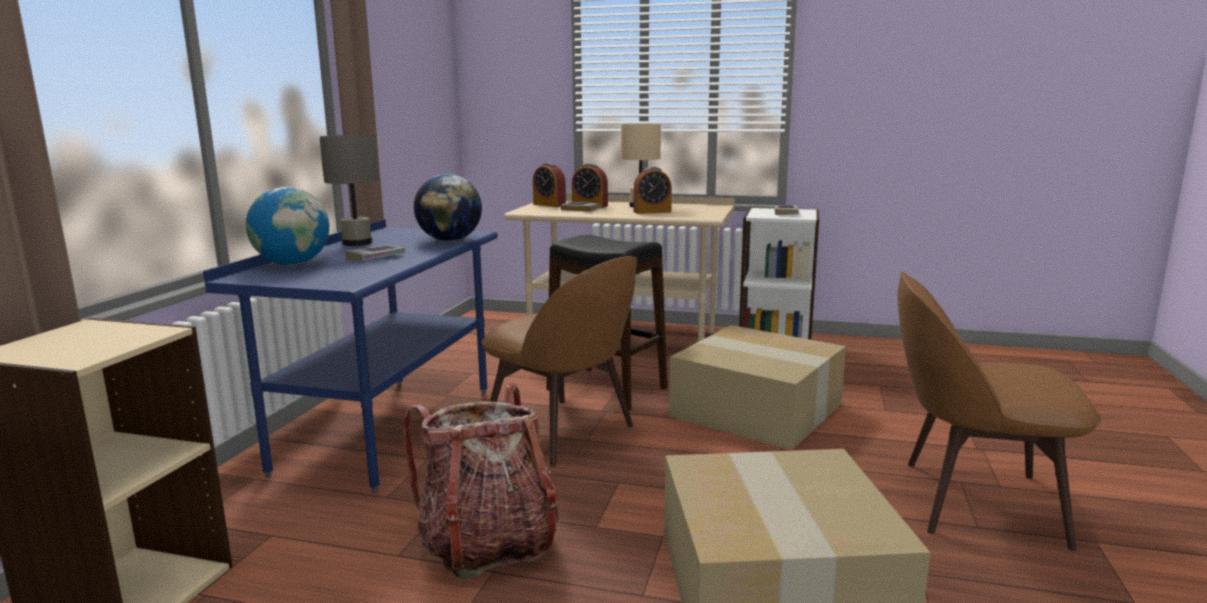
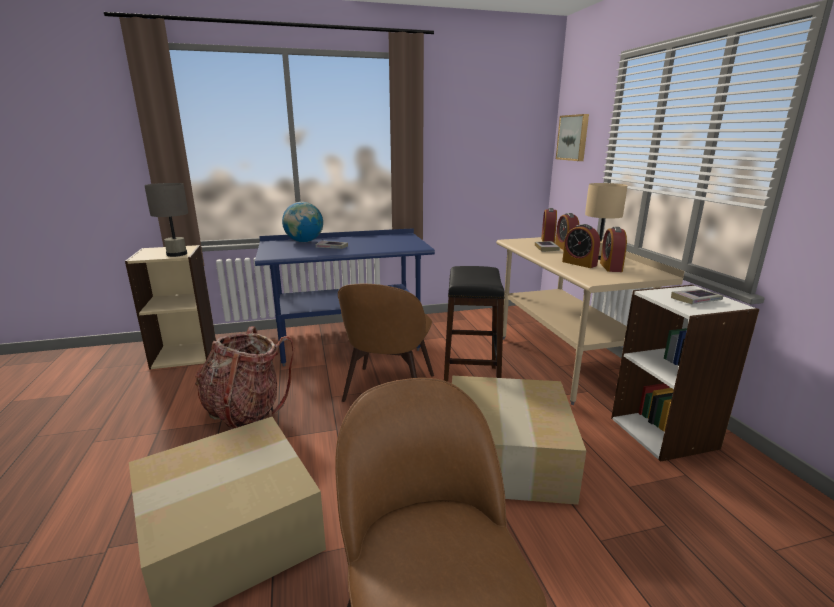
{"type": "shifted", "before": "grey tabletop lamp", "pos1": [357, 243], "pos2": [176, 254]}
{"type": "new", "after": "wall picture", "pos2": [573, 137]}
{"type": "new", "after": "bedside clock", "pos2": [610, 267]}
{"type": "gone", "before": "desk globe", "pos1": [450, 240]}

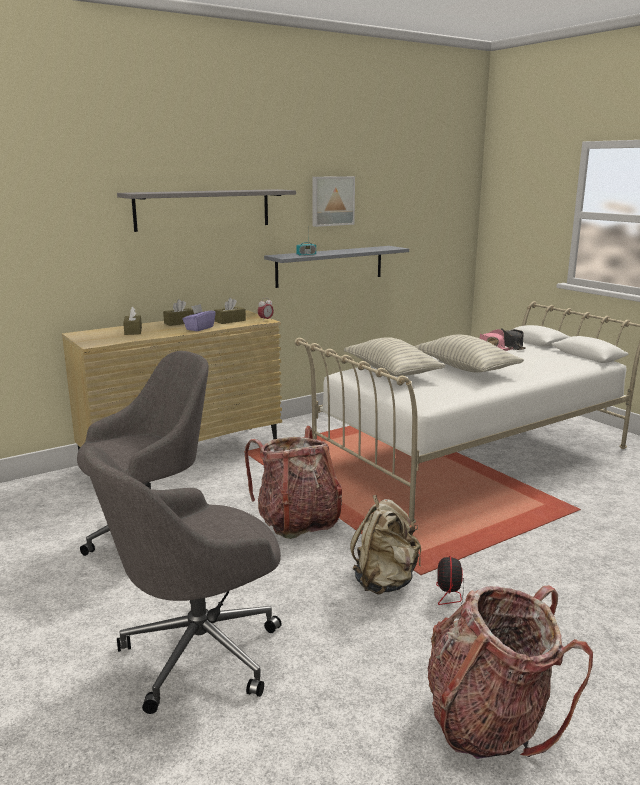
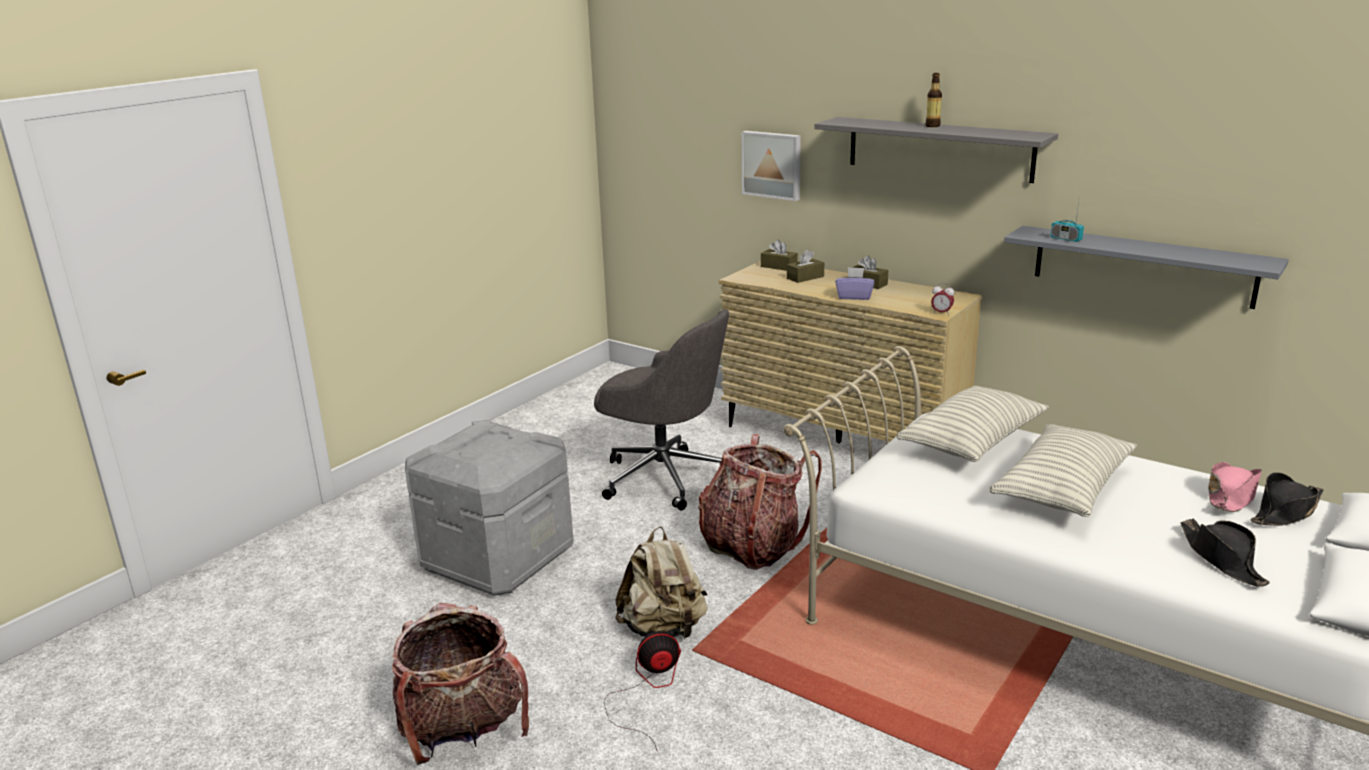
{"type": "swapped", "before": "grey computer chair", "after": "grey storage box", "pos1": [199, 656], "pos2": [498, 558]}
{"type": "shifted", "before": "wall picture", "pos1": [332, 201], "pos2": [772, 164]}
{"type": "shifted", "before": "brownish box of tissues", "pos1": [230, 321], "pos2": [779, 266]}
{"type": "new", "after": "bottle", "pos2": [932, 126]}
{"type": "new", "after": "black-coloured wearable hat", "pos2": [1222, 559]}

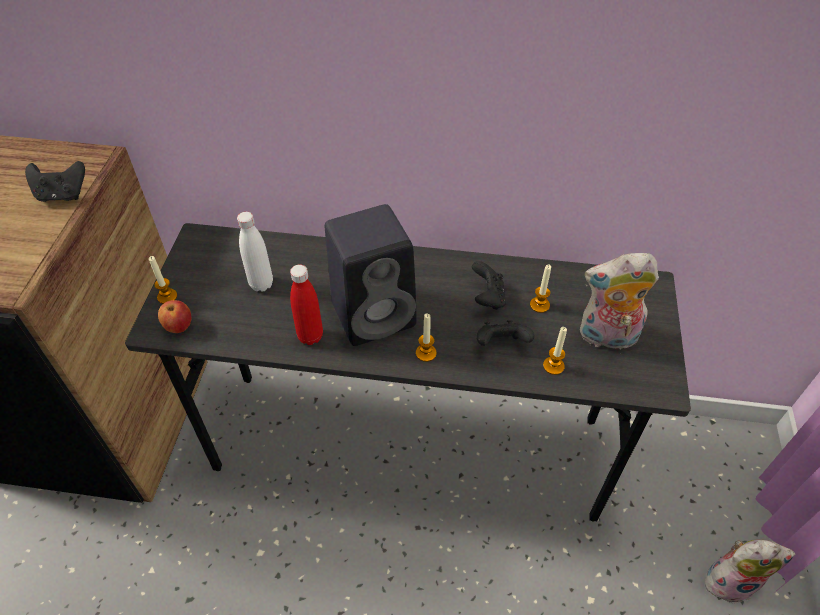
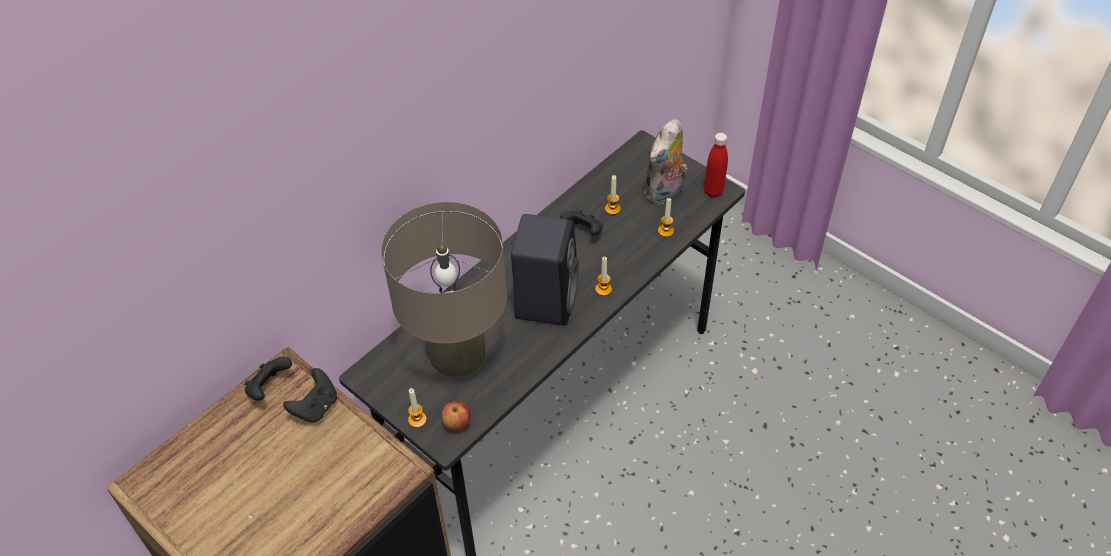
{"type": "shifted", "before": "black-coloured gamepad", "pos1": [501, 344], "pos2": [269, 388]}
{"type": "swapped", "before": "white-coloured bottle", "after": "beige tabletop lamp", "pos1": [261, 284], "pos2": [457, 353]}
{"type": "shifted", "before": "red-coloured bottle", "pos1": [310, 336], "pos2": [713, 191]}
{"type": "gone", "before": "plush toy", "pos1": [730, 580]}

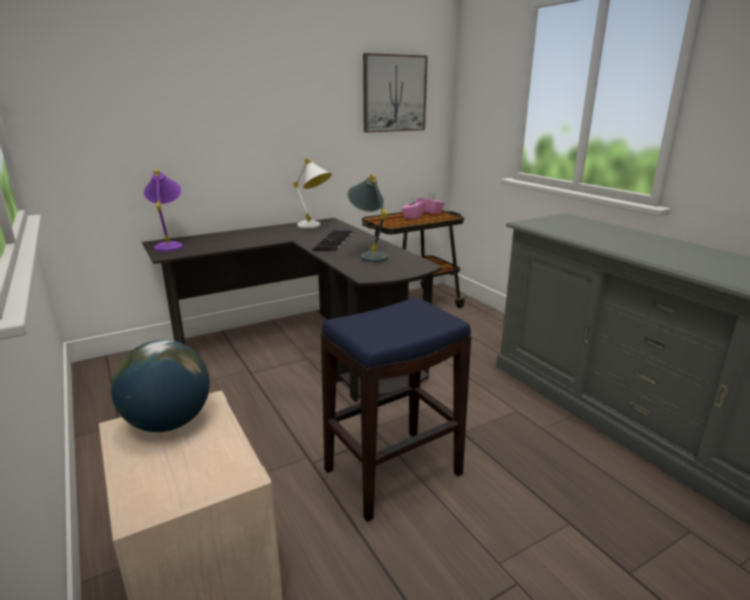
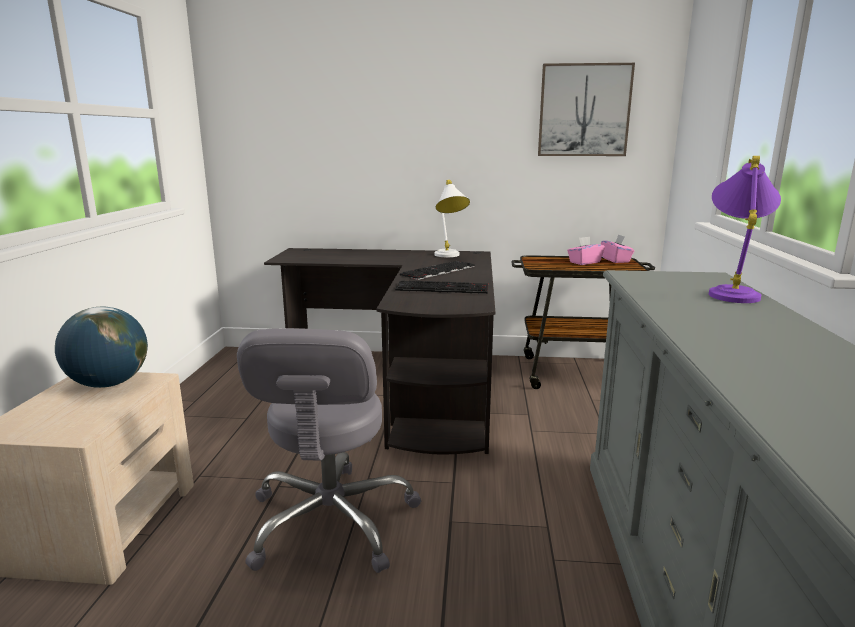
{"type": "swapped", "before": "sitting stool", "after": "grey computer chair", "pos1": [393, 473], "pos2": [330, 527]}
{"type": "swapped", "before": "grey tabletop lamp", "after": "PC keyboard", "pos1": [369, 255], "pos2": [443, 288]}
{"type": "shifted", "before": "purple tabletop lamp", "pos1": [170, 245], "pos2": [732, 292]}

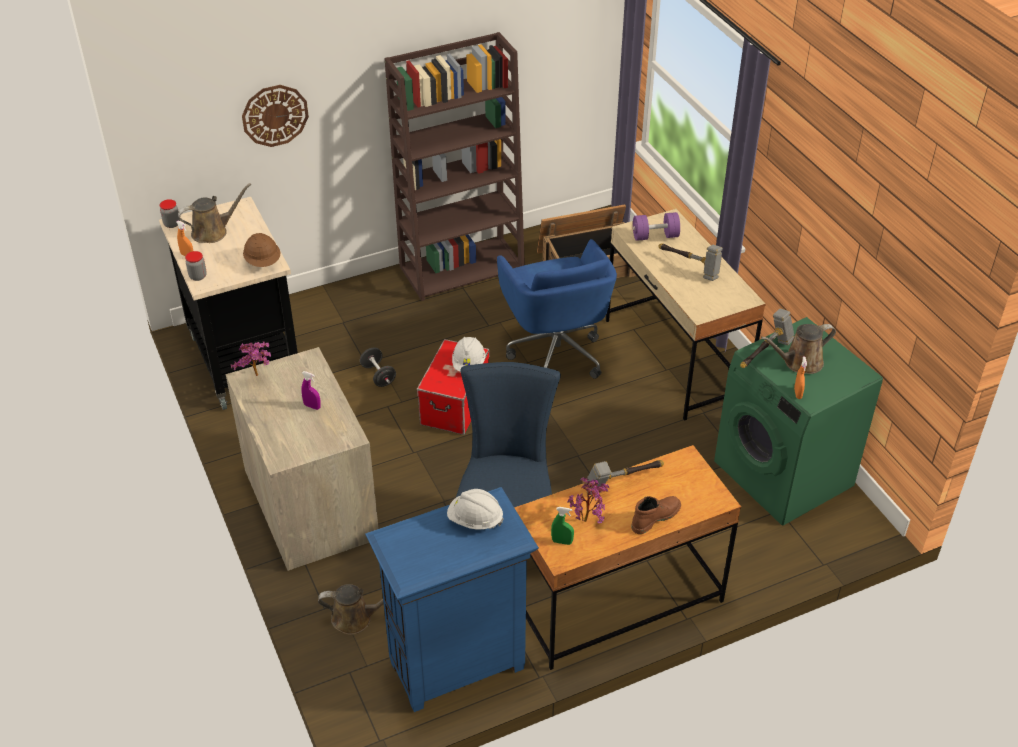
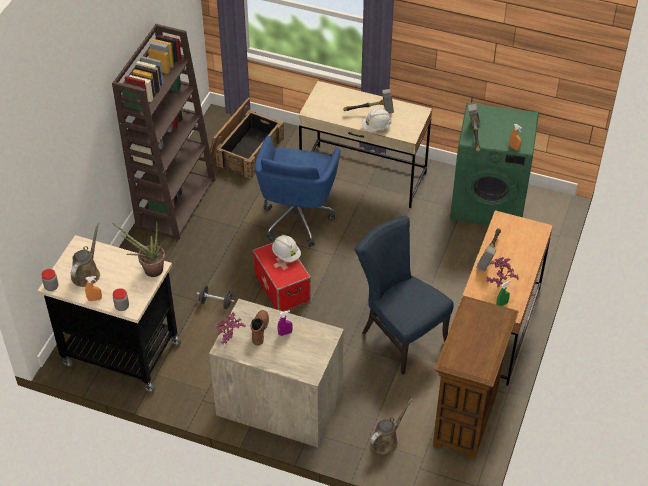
{"type": "swapped", "before": "brownish safety helmet", "after": "plant in a pot", "pos1": [263, 262], "pos2": [149, 270]}
{"type": "shifted", "before": "brownish boot", "pos1": [655, 517], "pos2": [259, 329]}
{"type": "rotated", "before": "blue-coloured computer chair", "pos1": [554, 354], "pos2": [297, 218], "turn": 75}
{"type": "shifted", "before": "white-coloured safety helmet", "pos1": [475, 520], "pos2": [376, 127]}
{"type": "repainted", "before": "blue-coloured cabinet", "after": "brownish cabinet", "pos1": [456, 668], "pos2": [465, 422]}
{"type": "gone", "before": "hanging clock", "pos1": [275, 115]}
{"type": "gone", "before": "purple hand weight", "pos1": [655, 236]}
{"type": "gone", "before": "brownish watering pot", "pos1": [799, 363]}

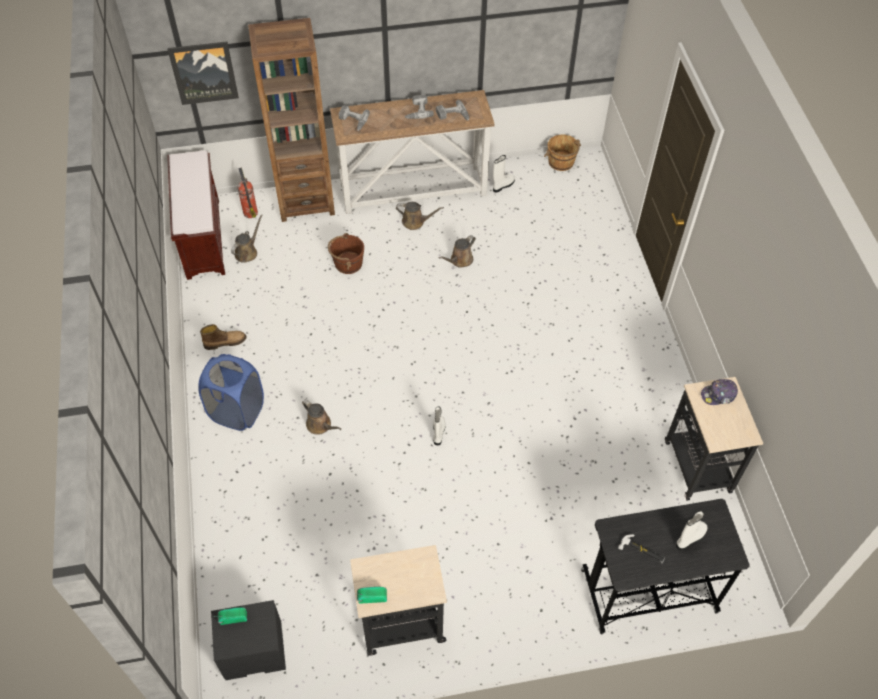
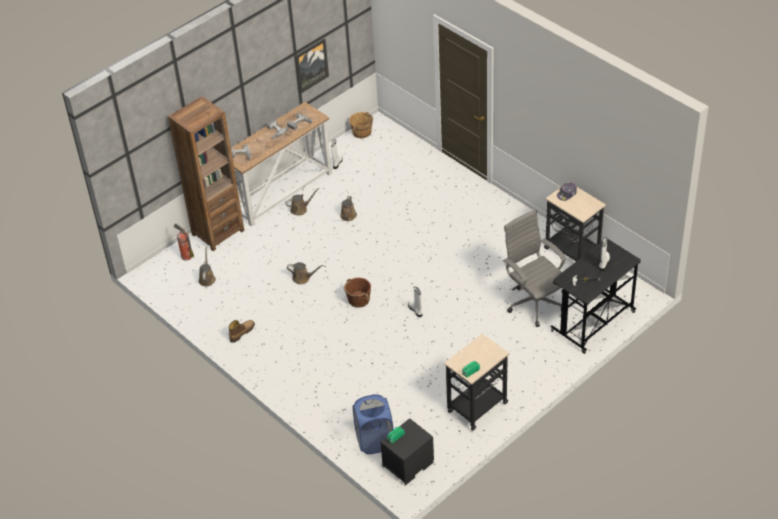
{"type": "shifted", "before": "brownish watering pot", "pos1": [320, 425], "pos2": [303, 278]}
{"type": "shifted", "before": "wall picture", "pos1": [204, 72], "pos2": [311, 65]}
{"type": "shifted", "before": "brownish bucket", "pos1": [347, 263], "pos2": [358, 300]}
{"type": "shifted", "before": "blue-coloured laundry basket", "pos1": [237, 411], "pos2": [374, 441]}
{"type": "new", "after": "grey computer chair", "pos2": [534, 303]}
{"type": "gone", "before": "brownish bench", "pos1": [202, 237]}

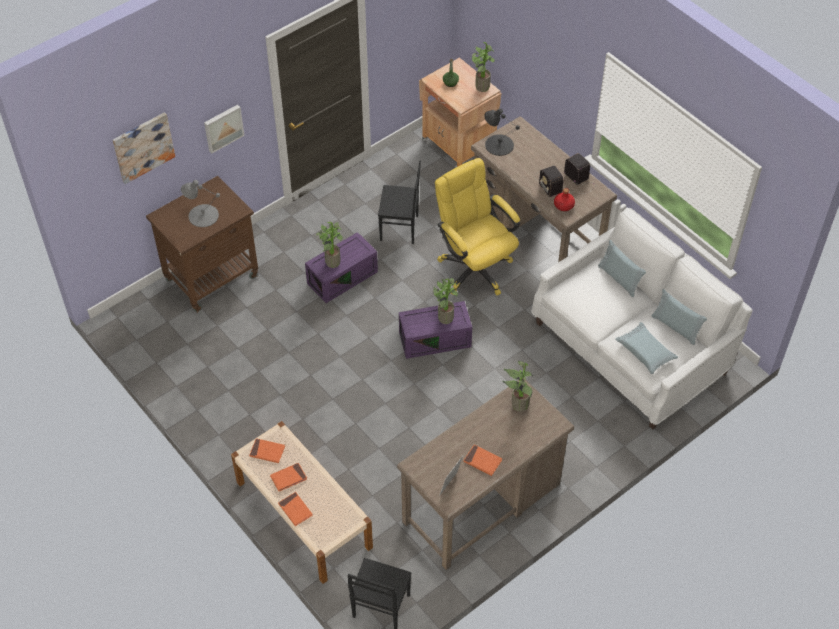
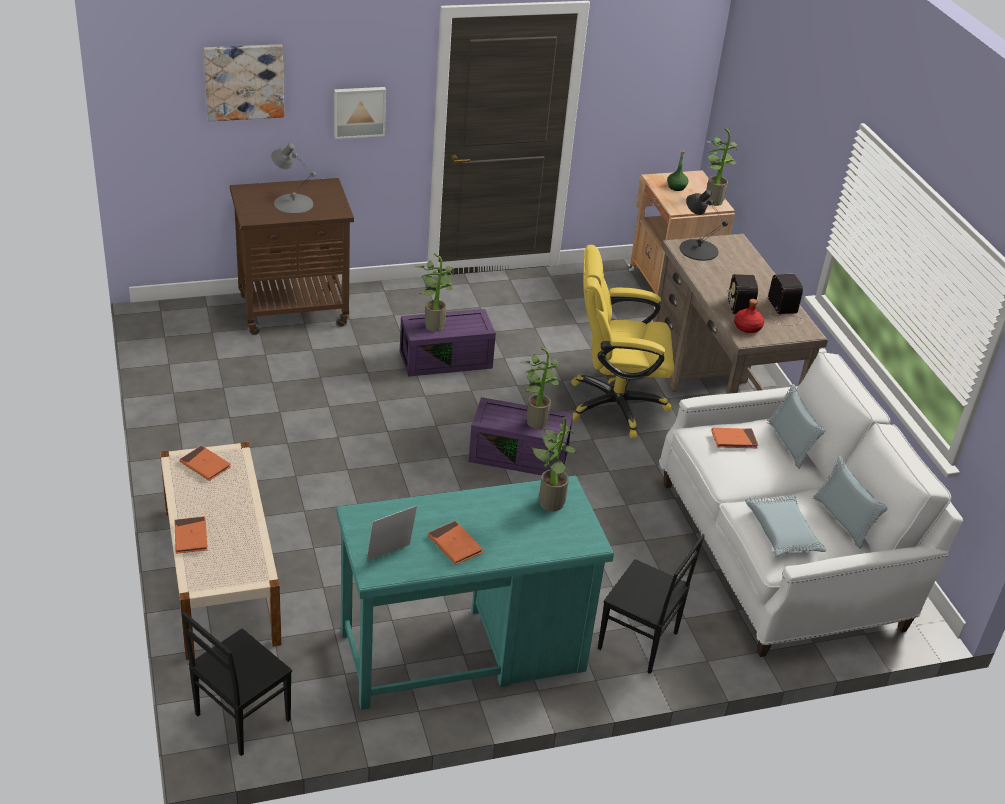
{"type": "repainted", "before": "brownish desk unit", "after": "turquoise desk unit", "pos1": [482, 504], "pos2": [462, 652]}
{"type": "rotated", "before": "yellowish computer chair", "pos1": [474, 270], "pos2": [615, 405], "turn": -75}
{"type": "shifted", "before": "black-coloured chair", "pos1": [400, 229], "pos2": [638, 642]}
{"type": "shifted", "before": "orange-coloured volume", "pos1": [288, 478], "pos2": [734, 440]}

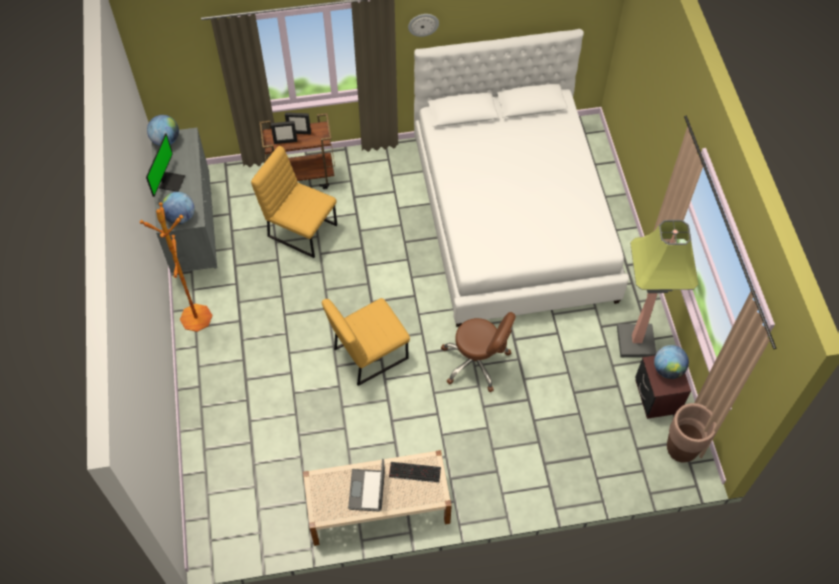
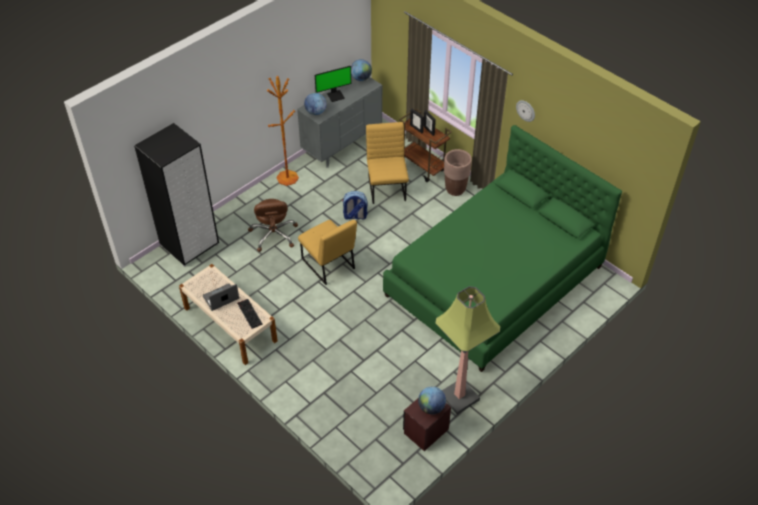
{"type": "new", "after": "clothes cupboard", "pos2": [190, 245]}
{"type": "shifted", "before": "brownish computer chair", "pos1": [478, 363], "pos2": [274, 236]}
{"type": "rotated", "before": "yellowish chair", "pos1": [368, 354], "pos2": [328, 264], "turn": -150}
{"type": "new", "after": "rucksack", "pos2": [355, 216]}
{"type": "repainted", "before": "white-coloured bed", "after": "greenish bed", "pos1": [513, 218], "pos2": [494, 281]}
{"type": "shifted", "before": "brownish planter", "pos1": [681, 449], "pos2": [455, 189]}

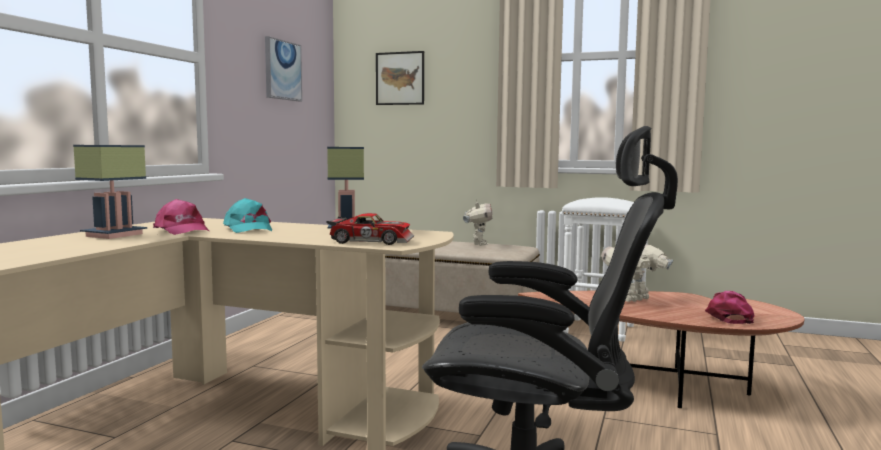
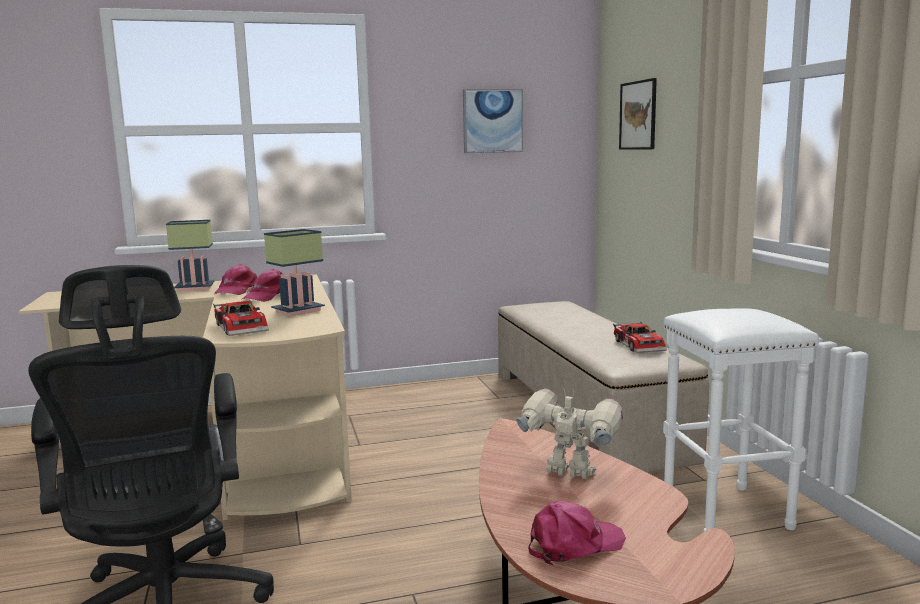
{"type": "repainted", "before": "turquoise baseball cap", "after": "pinkish baseball cap", "pos1": [248, 229], "pos2": [267, 296]}
{"type": "swapped", "before": "toy robot", "after": "miniature car", "pos1": [478, 244], "pos2": [640, 345]}

